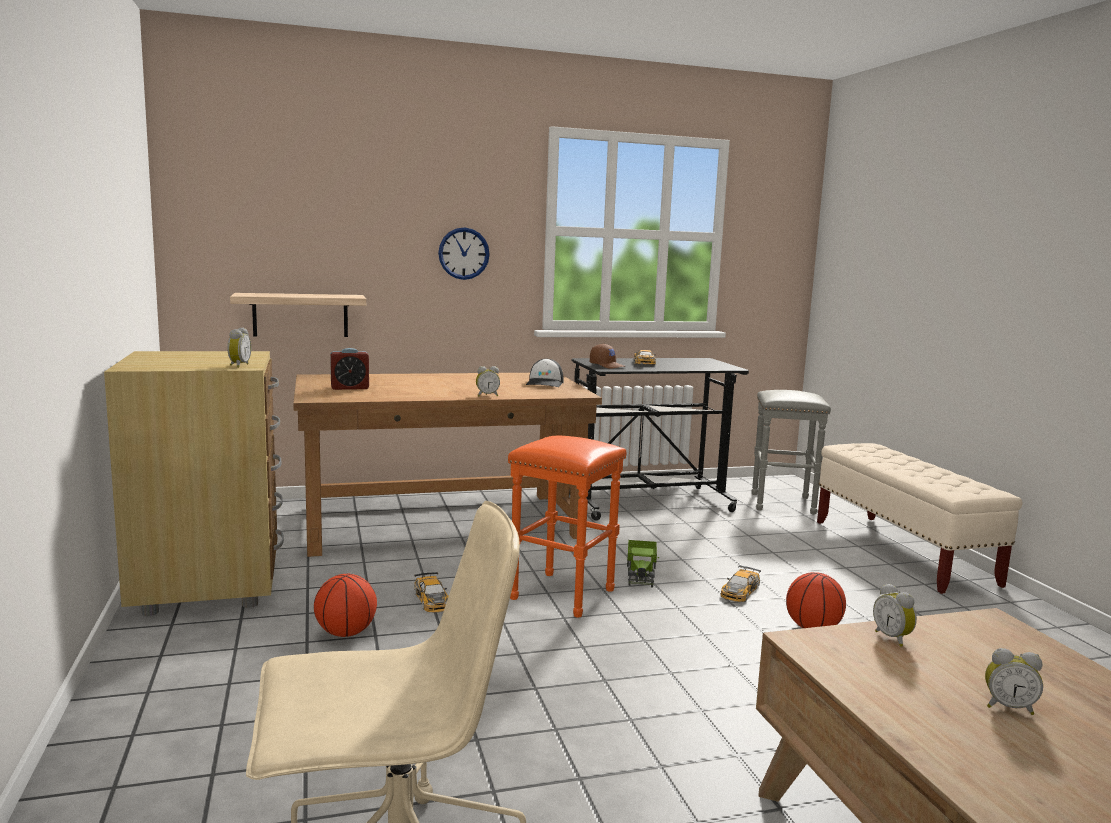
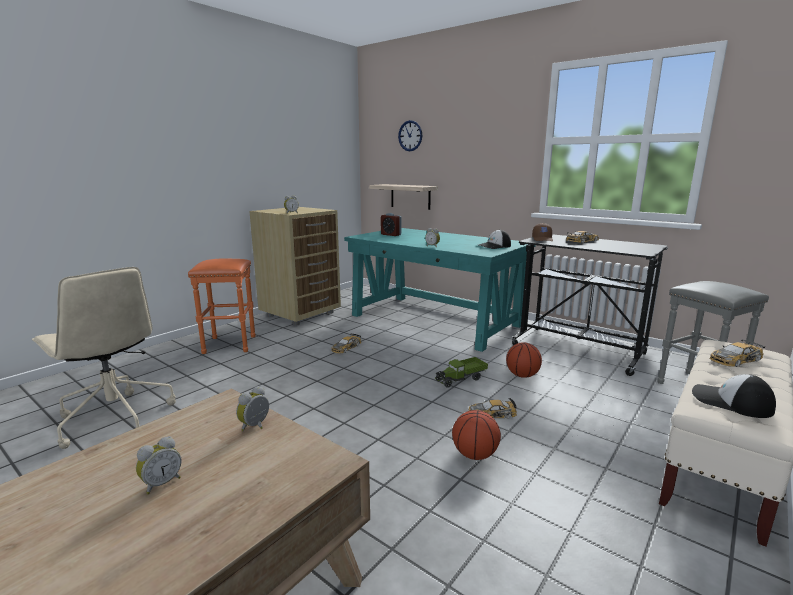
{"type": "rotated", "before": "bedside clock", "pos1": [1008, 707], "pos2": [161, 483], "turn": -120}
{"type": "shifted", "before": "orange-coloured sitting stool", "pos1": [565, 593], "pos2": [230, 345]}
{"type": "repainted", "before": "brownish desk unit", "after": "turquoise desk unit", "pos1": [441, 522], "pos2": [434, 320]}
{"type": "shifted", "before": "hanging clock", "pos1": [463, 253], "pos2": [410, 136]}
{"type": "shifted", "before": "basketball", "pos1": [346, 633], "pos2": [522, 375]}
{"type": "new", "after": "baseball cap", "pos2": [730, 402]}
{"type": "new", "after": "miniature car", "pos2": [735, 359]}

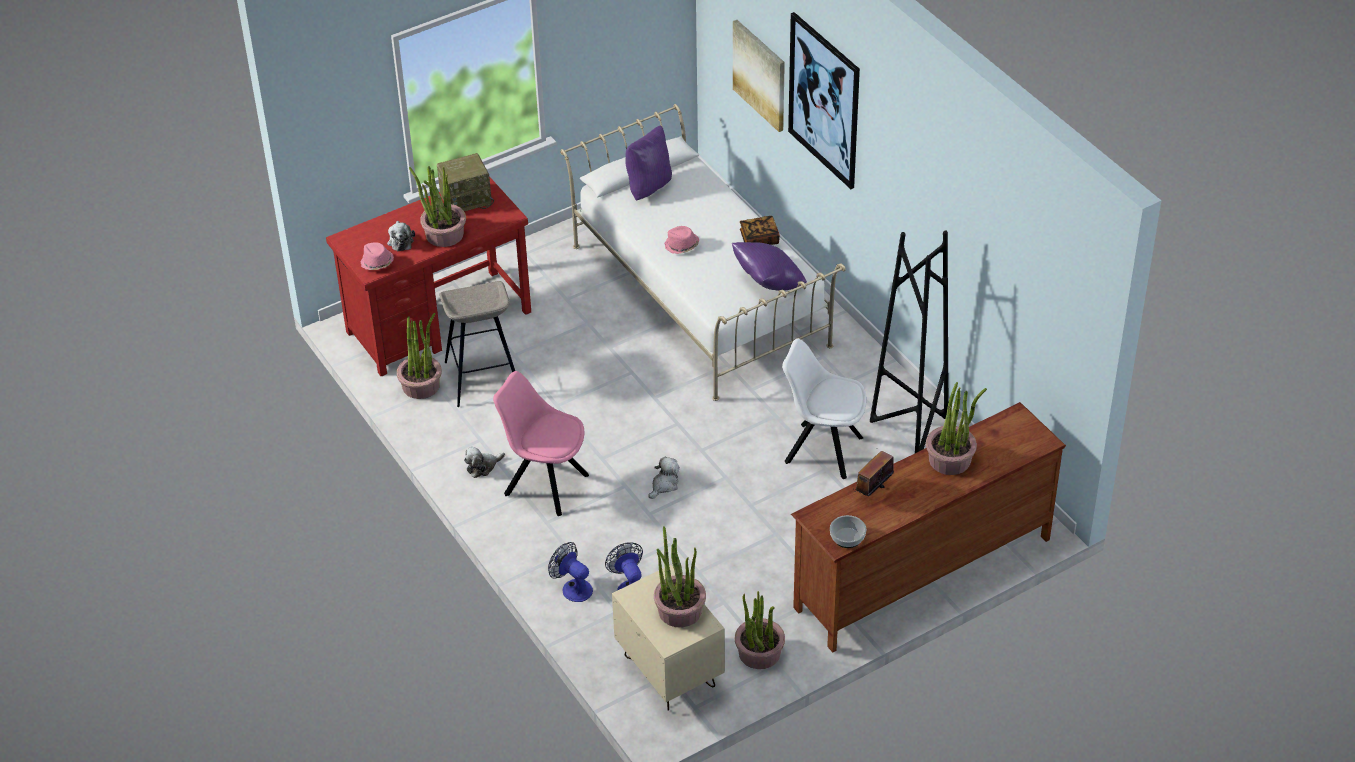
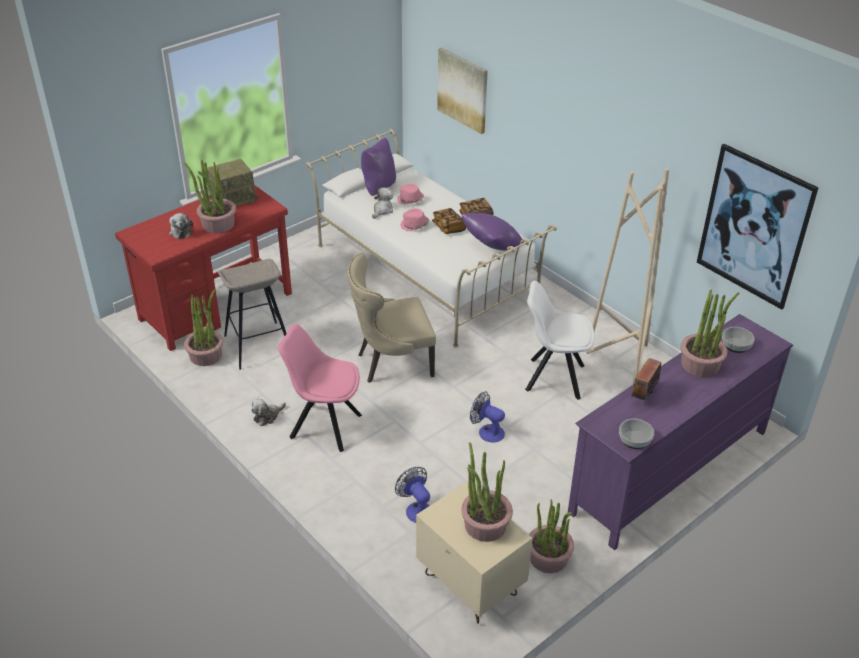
{"type": "new", "after": "beige chair", "pos2": [391, 363]}
{"type": "shifted", "before": "plush toy", "pos1": [664, 485], "pos2": [382, 210]}
{"type": "shifted", "before": "pinkish wearable hat", "pos1": [377, 263], "pos2": [410, 200]}
{"type": "new", "after": "volume", "pos2": [448, 227]}
{"type": "shifted", "before": "electric fan", "pos1": [573, 587], "pos2": [487, 431]}
{"type": "repainted", "before": "brownish dresser", "after": "purple dresser", "pos1": [922, 573], "pos2": [669, 471]}
{"type": "repainted", "before": "black-coloured clothes rack", "after": "beige clothes rack", "pos1": [911, 436], "pos2": [622, 361]}
{"type": "shifted", "before": "wall picture", "pos1": [824, 100], "pos2": [754, 226]}
{"type": "new", "after": "bowl", "pos2": [736, 345]}

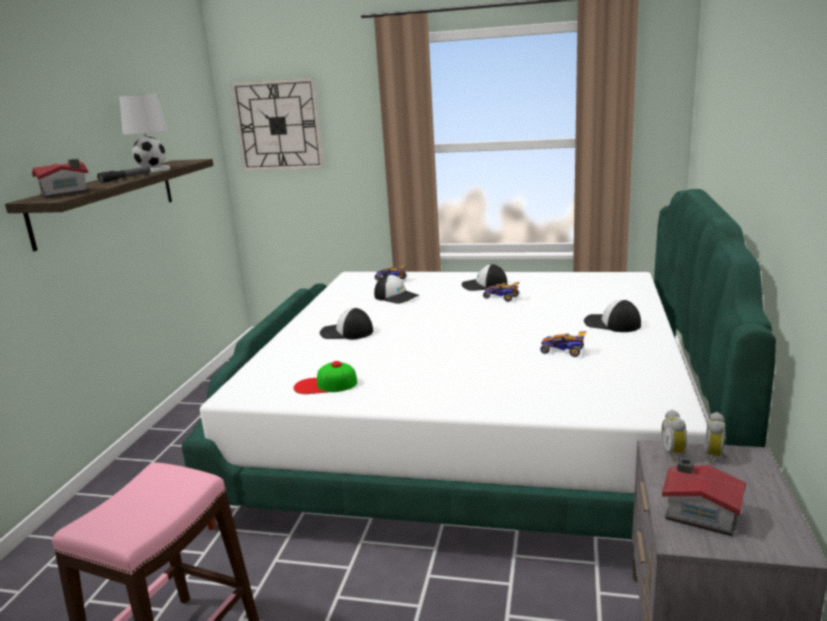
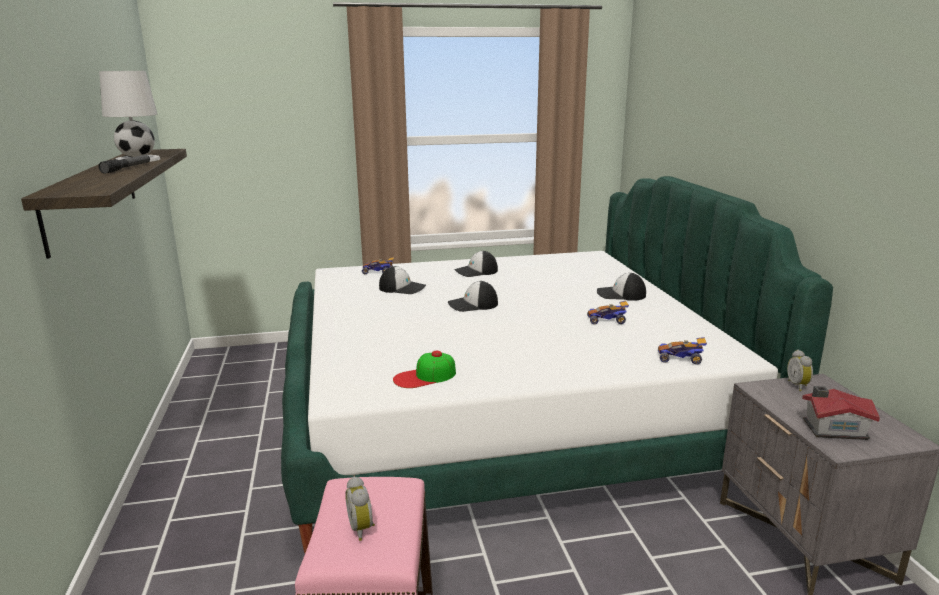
{"type": "shifted", "before": "bedside clock", "pos1": [675, 453], "pos2": [363, 528]}
{"type": "shifted", "before": "baseball cap", "pos1": [346, 332], "pos2": [472, 305]}
{"type": "shifted", "before": "miniature car", "pos1": [502, 297], "pos2": [680, 358]}
{"type": "gone", "before": "miniature house", "pos1": [66, 193]}
{"type": "gone", "before": "hanging clock", "pos1": [278, 125]}

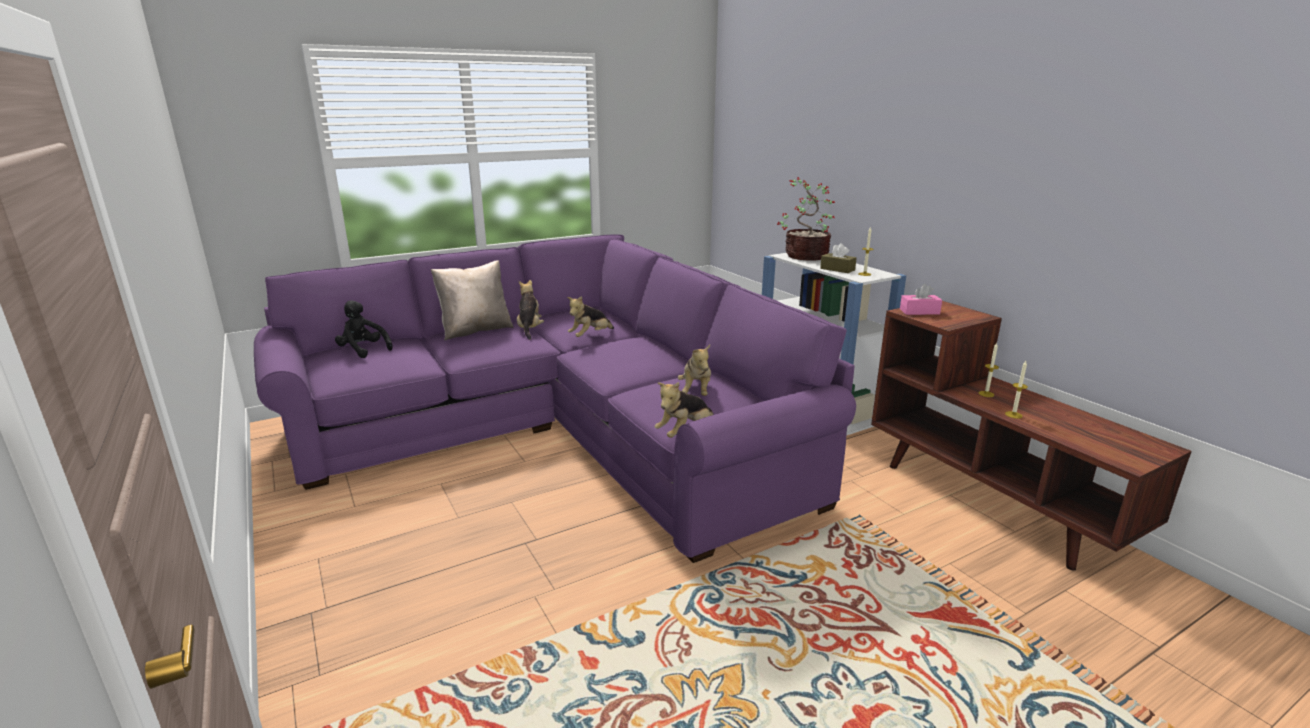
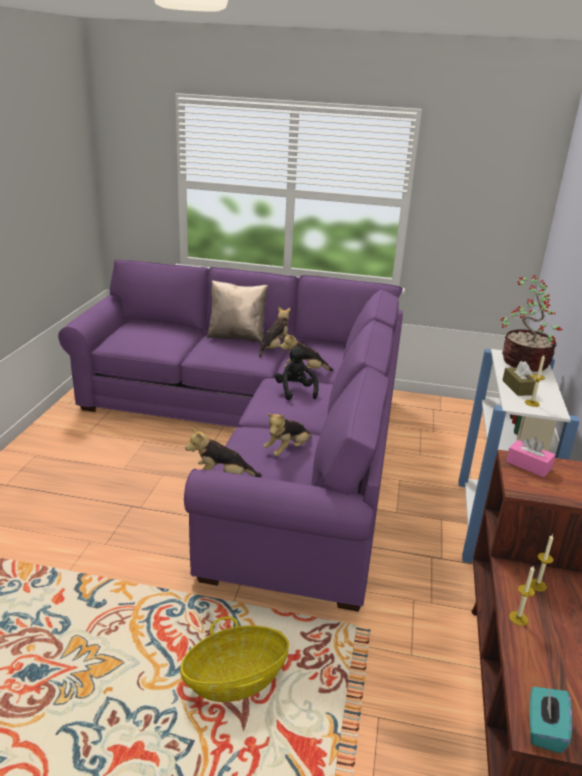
{"type": "new", "after": "storage basket", "pos2": [235, 679]}
{"type": "shifted", "before": "black-coloured plush toy", "pos1": [363, 350], "pos2": [295, 391]}
{"type": "new", "after": "turquoise box of tissues", "pos2": [544, 729]}

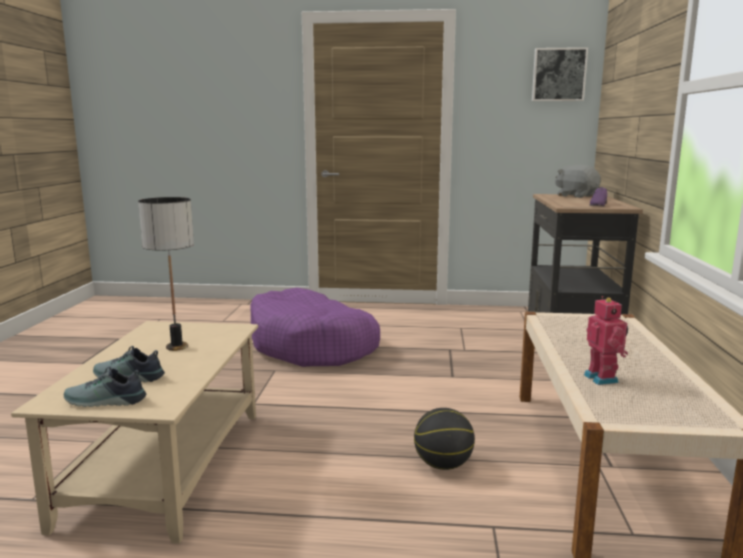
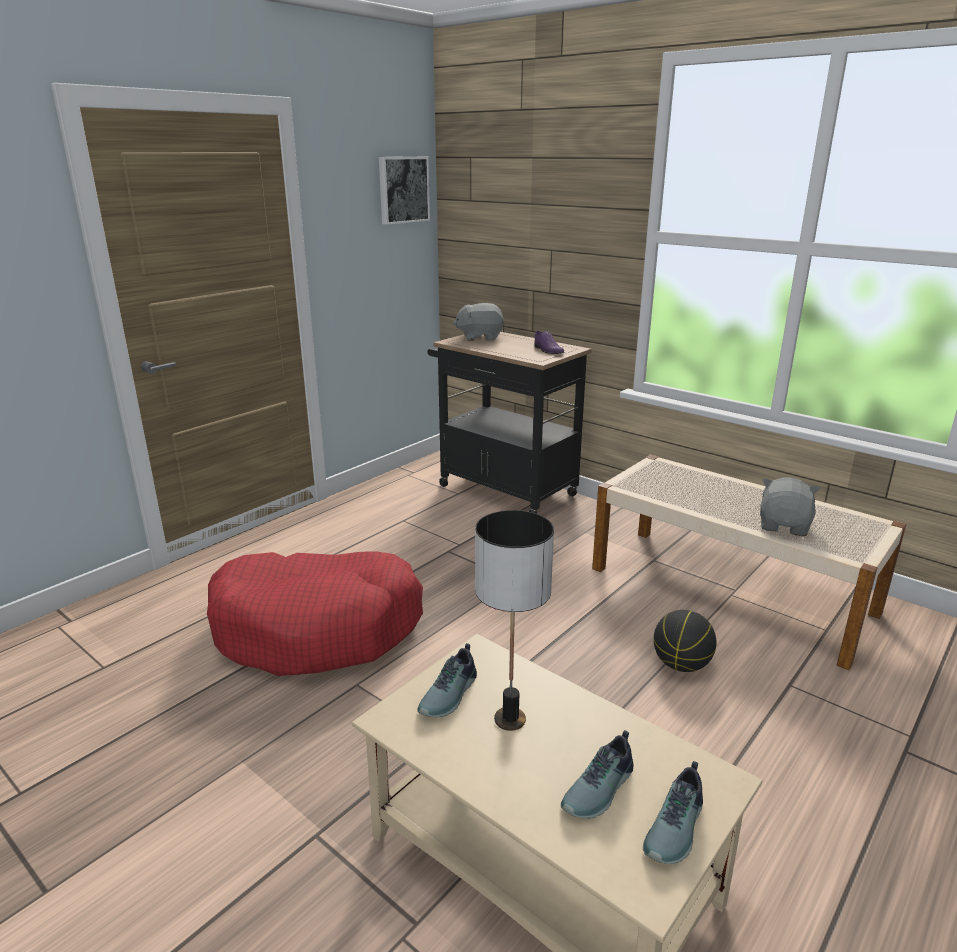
{"type": "repainted", "before": "purple dog bed", "after": "red-coloured dog bed", "pos1": [312, 346], "pos2": [318, 628]}
{"type": "new", "after": "item of footwear", "pos2": [450, 695]}
{"type": "swapped", "before": "toy robot", "after": "grey plush toy", "pos1": [603, 378], "pos2": [784, 526]}

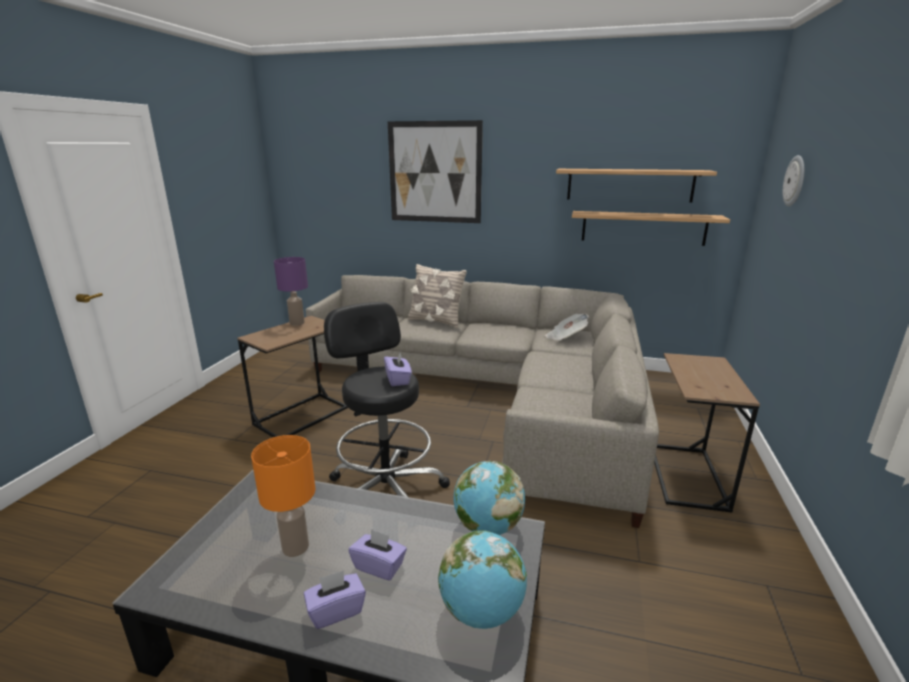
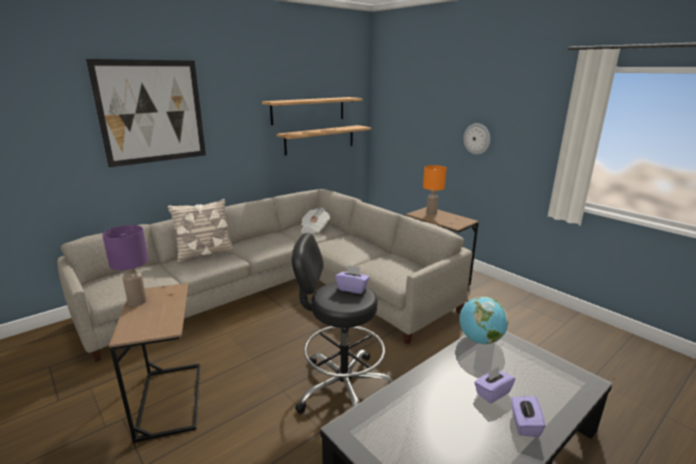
{"type": "shifted", "before": "orange-coloured tabletop lamp", "pos1": [295, 548], "pos2": [431, 213]}
{"type": "shifted", "before": "hanging clock", "pos1": [795, 181], "pos2": [477, 138]}
{"type": "gone", "before": "desk globe", "pos1": [481, 611]}

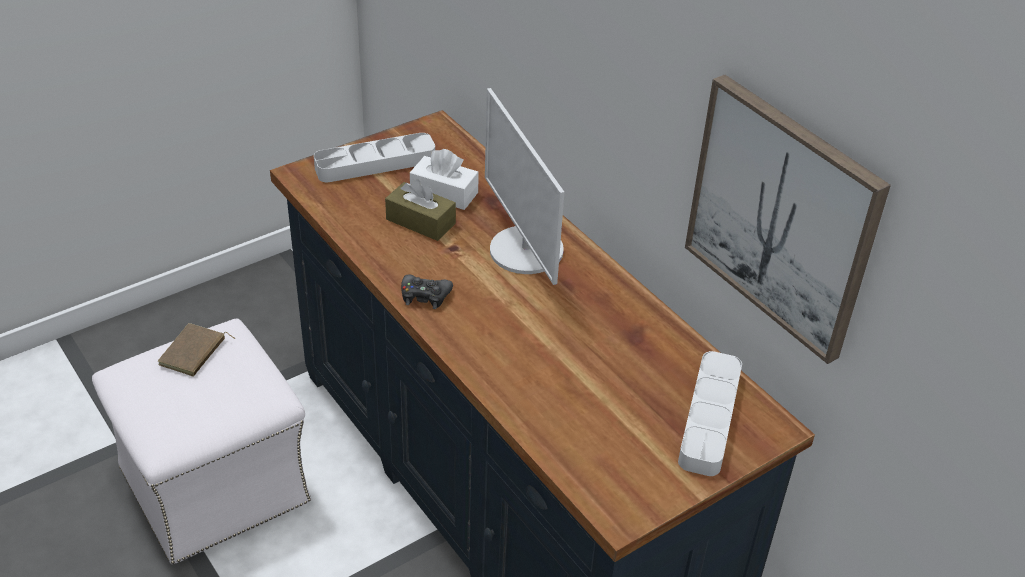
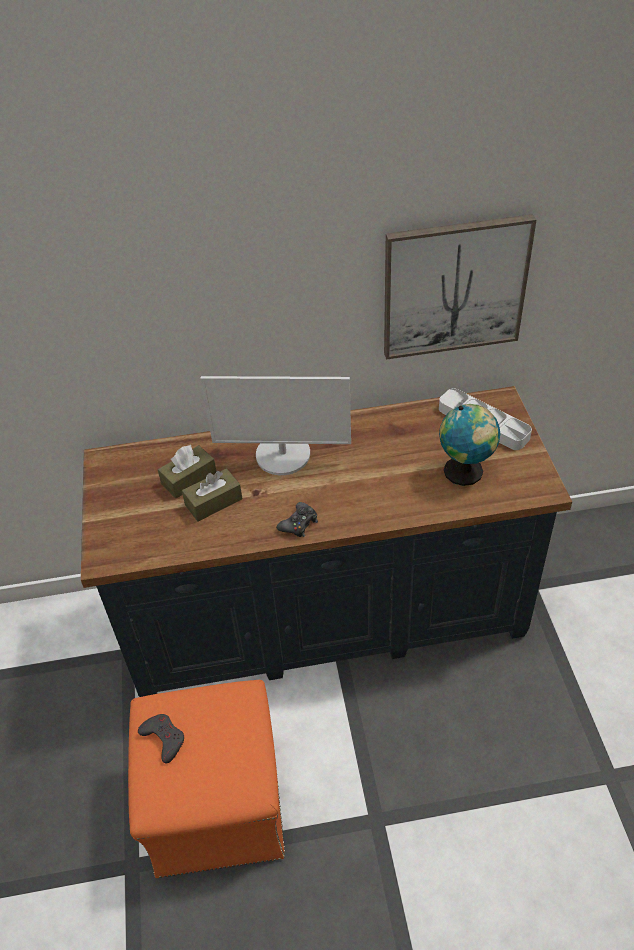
{"type": "repainted", "before": "white-coloured pouffe", "after": "orange-coloured pouffe", "pos1": [216, 483], "pos2": [216, 803]}
{"type": "swapped", "before": "brownish volume", "after": "grey gamepad", "pos1": [194, 353], "pos2": [164, 738]}
{"type": "repainted", "before": "white-coloured box of tissues", "after": "brownish box of tissues", "pos1": [444, 193], "pos2": [189, 479]}
{"type": "new", "after": "desk globe", "pos2": [466, 472]}
{"type": "gone", "before": "grey tray", "pos1": [375, 163]}

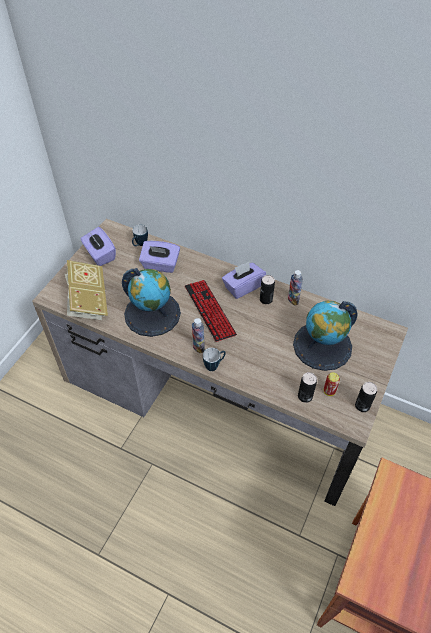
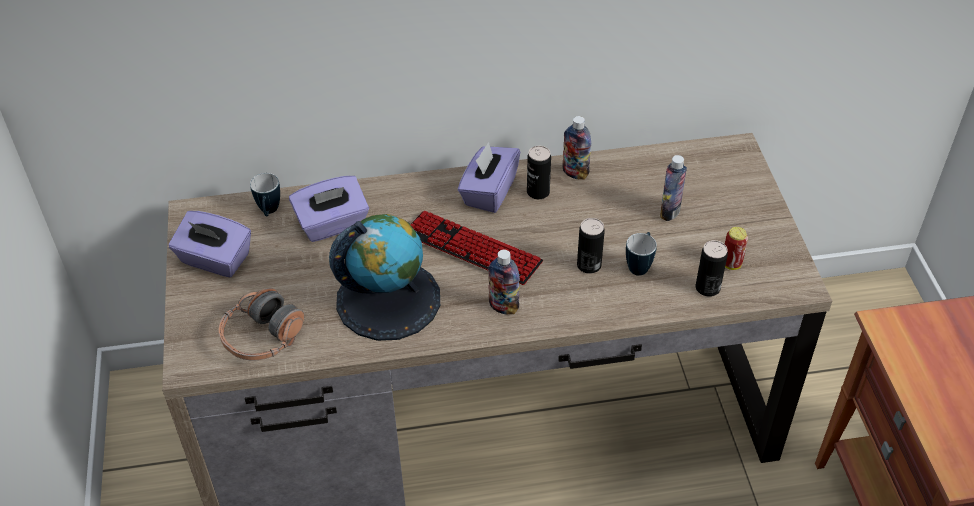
{"type": "swapped", "before": "volume", "after": "pair of headphones", "pos1": [88, 300], "pos2": [262, 337]}
{"type": "shifted", "before": "can", "pos1": [362, 406], "pos2": [589, 265]}
{"type": "shifted", "before": "mug", "pos1": [214, 365], "pos2": [640, 265]}
{"type": "swapped", "before": "desk globe", "after": "bottle", "pos1": [322, 346], "pos2": [670, 212]}

